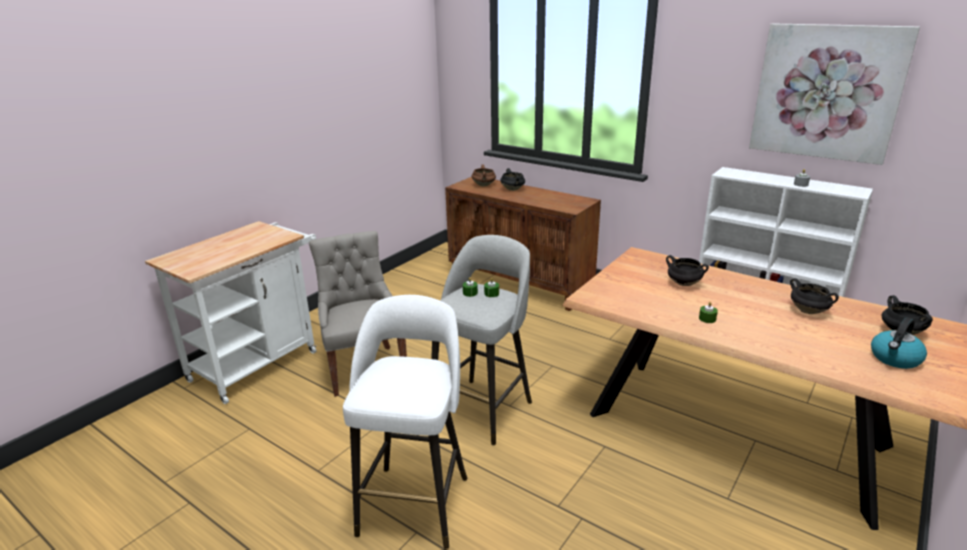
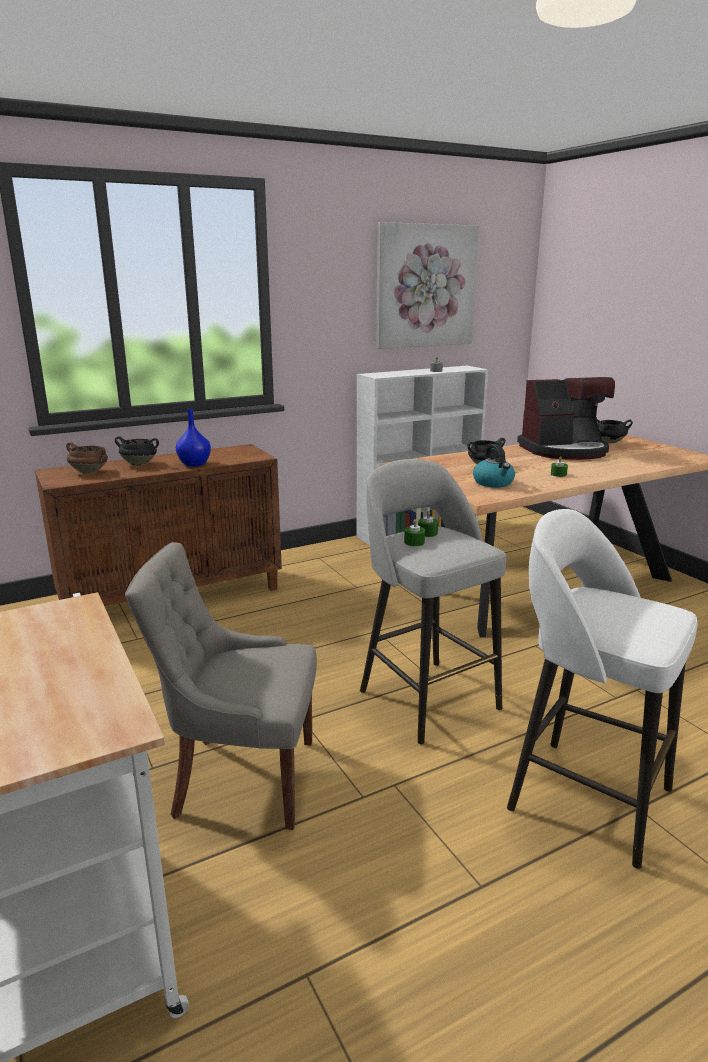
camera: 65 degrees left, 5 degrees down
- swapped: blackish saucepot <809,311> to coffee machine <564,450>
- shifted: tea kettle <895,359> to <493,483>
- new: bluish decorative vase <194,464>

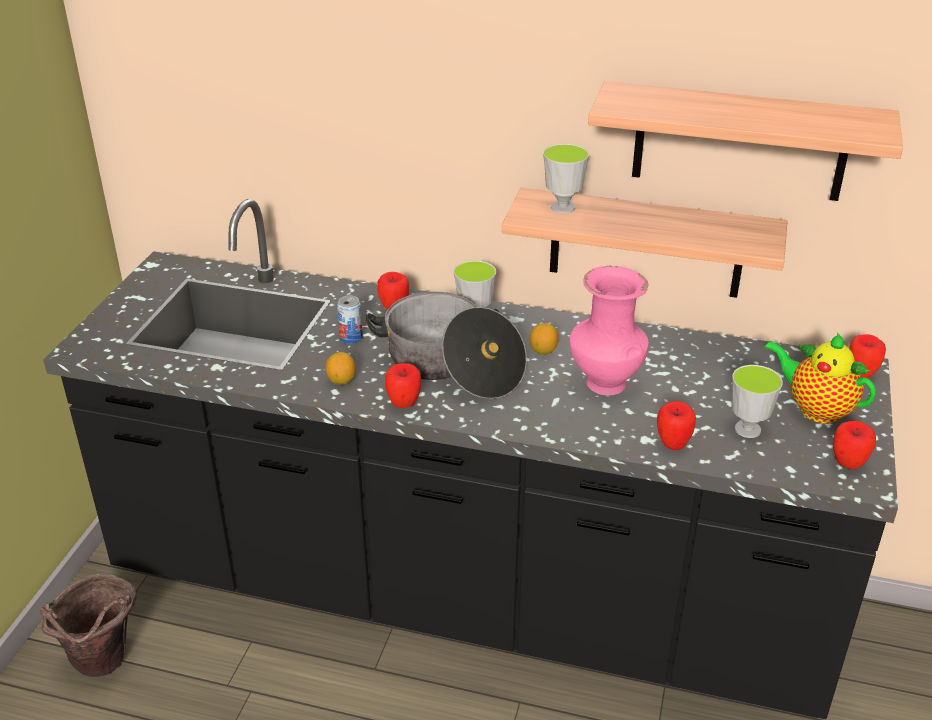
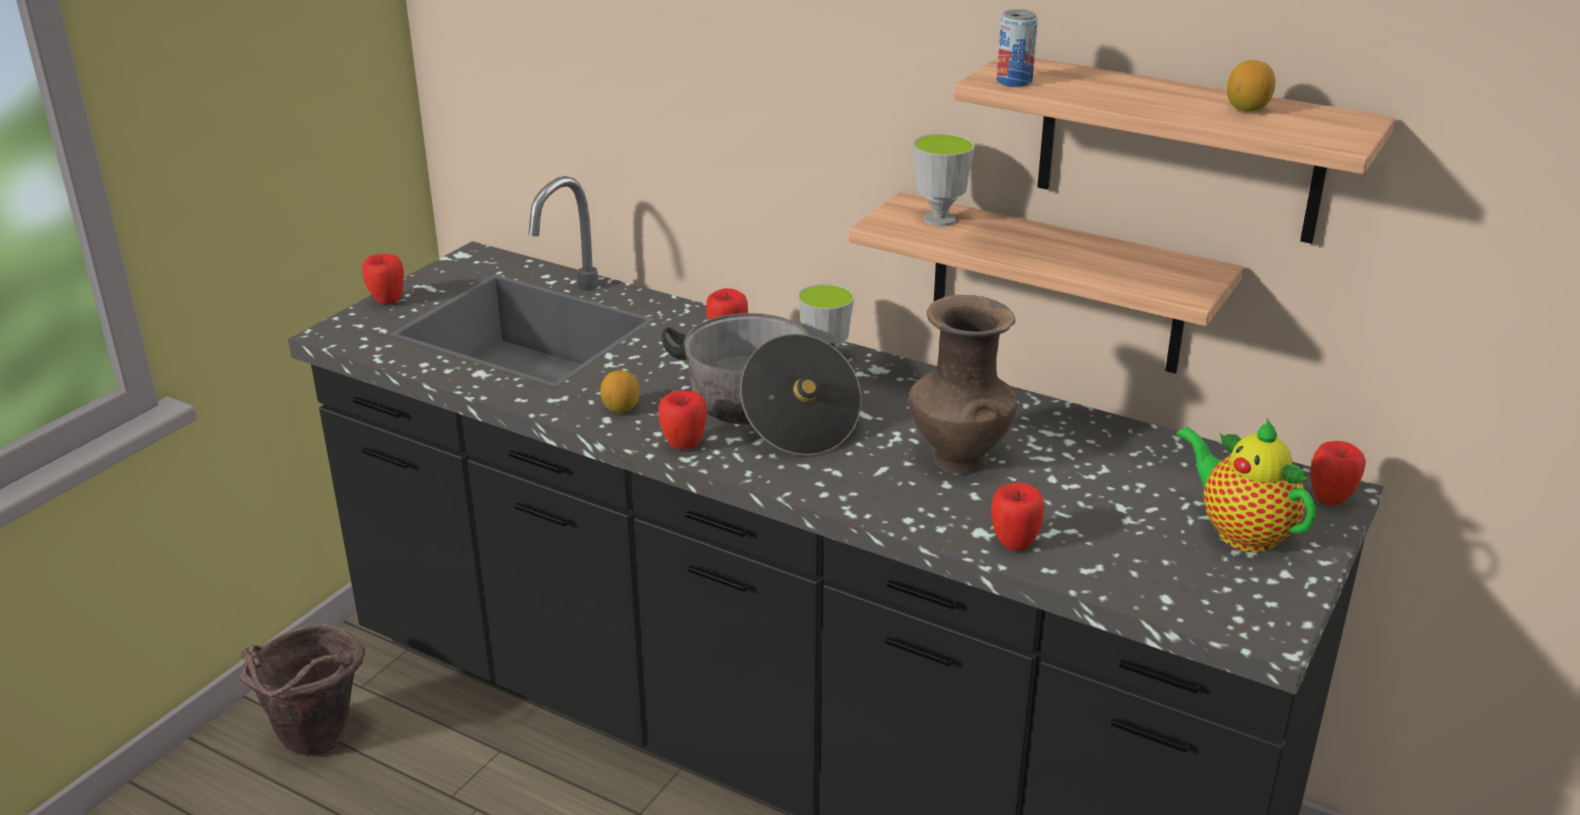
camera: 15 degrees right, 5 degrees down
- shifted: metal can <351,338> to <1014,81>
- shifted: whole lemon <543,351> to <1247,109>
- repainted: pink decorative vase <604,383> to brown-coloured decorative vase <957,458>
- gone: drinking cup <747,429>
- shifted: apple <848,464> to <387,301>

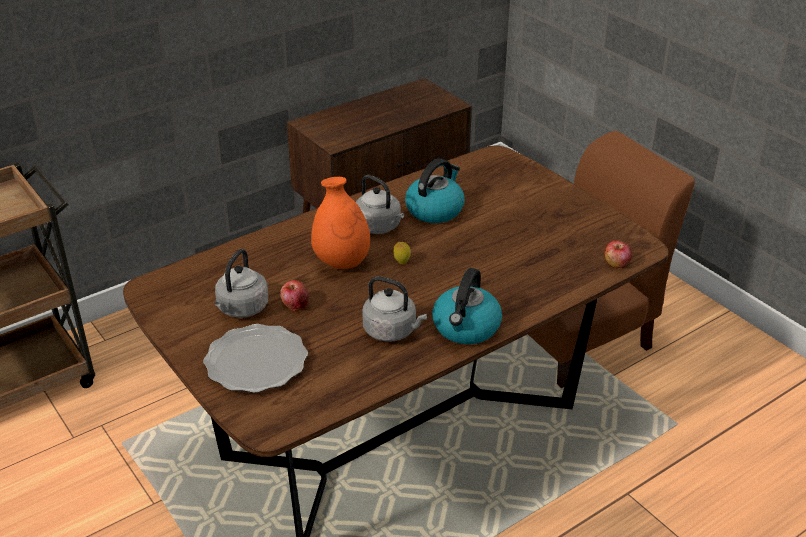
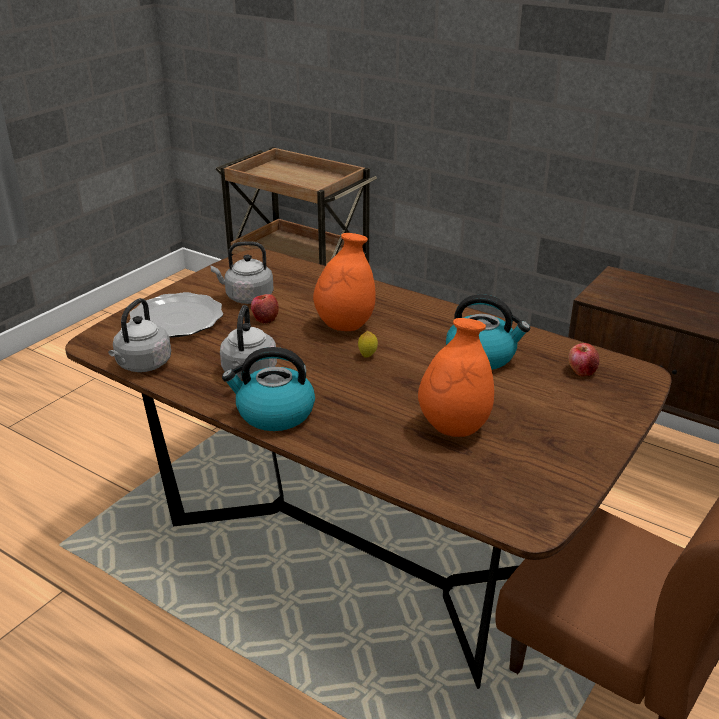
camera: 70 degrees right, 5 degrees down
- shifted: greyish tea kettle <379,227> to <142,365>
- shifted: apple <616,264> to <581,370>
- new: orange decorative vase <454,427>

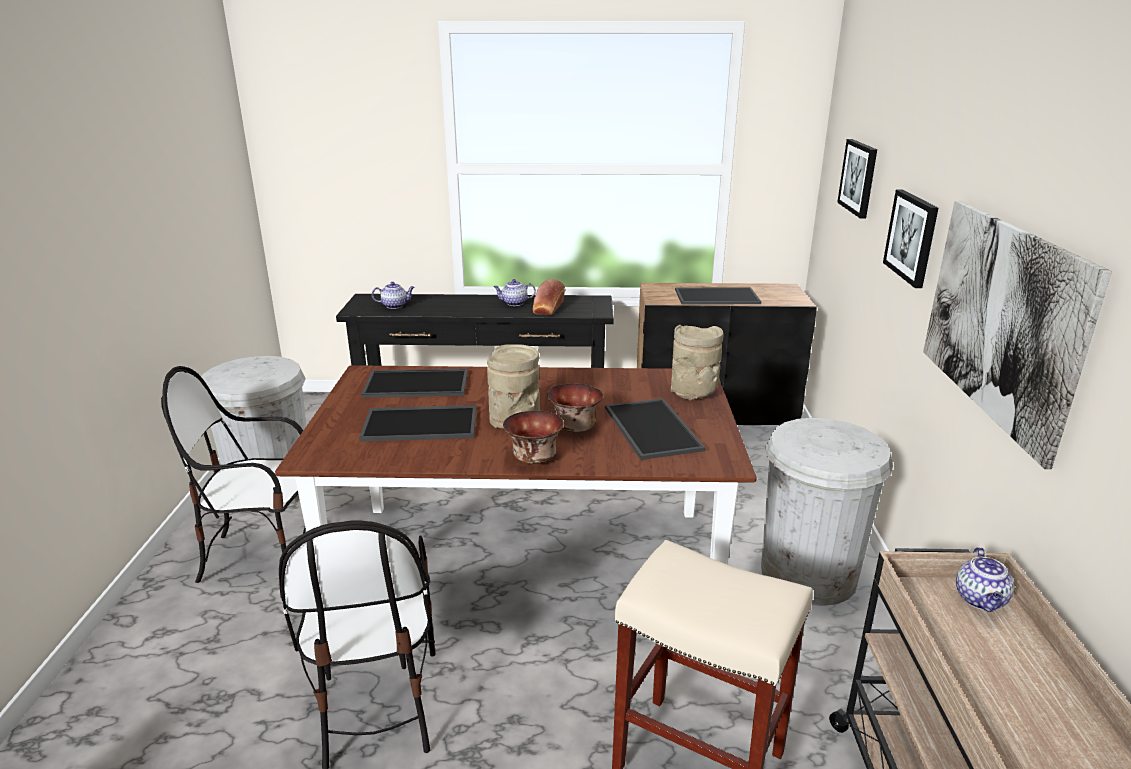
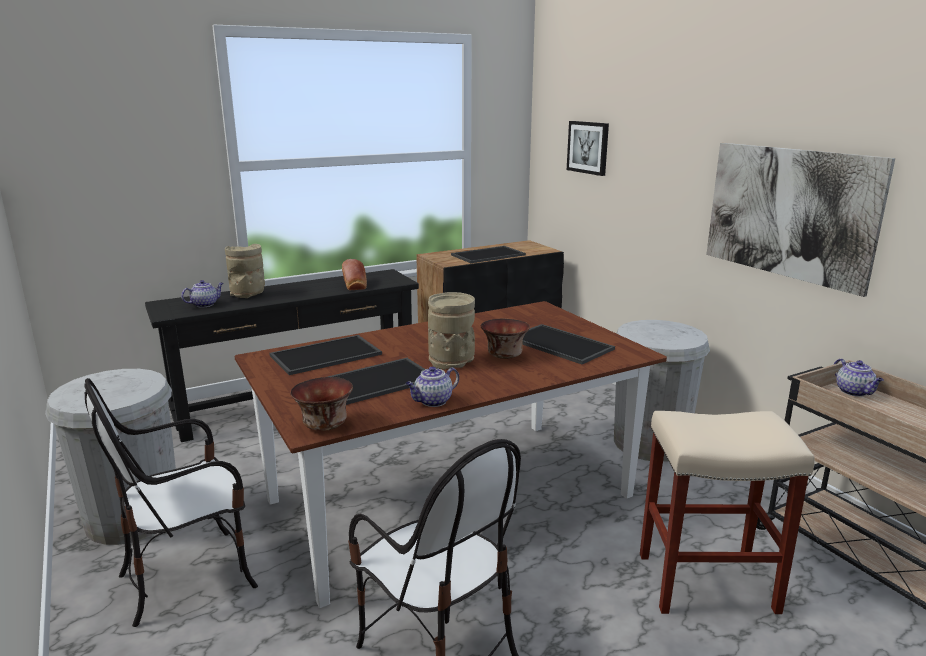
camera: 30 degrees left, 5 degrees down
- shifted: teapot <514,303> to <432,401>
- shifted: bowl <534,458> to <325,425>
- shifted: beige decorative vase <693,394> to <248,295>
- gone: wall art <912,237>

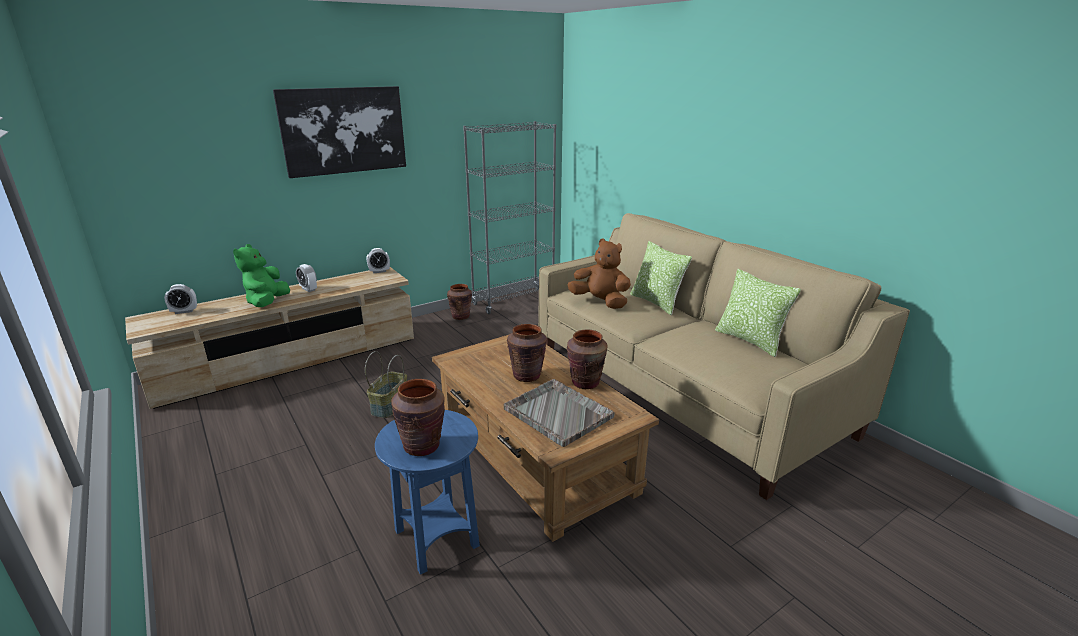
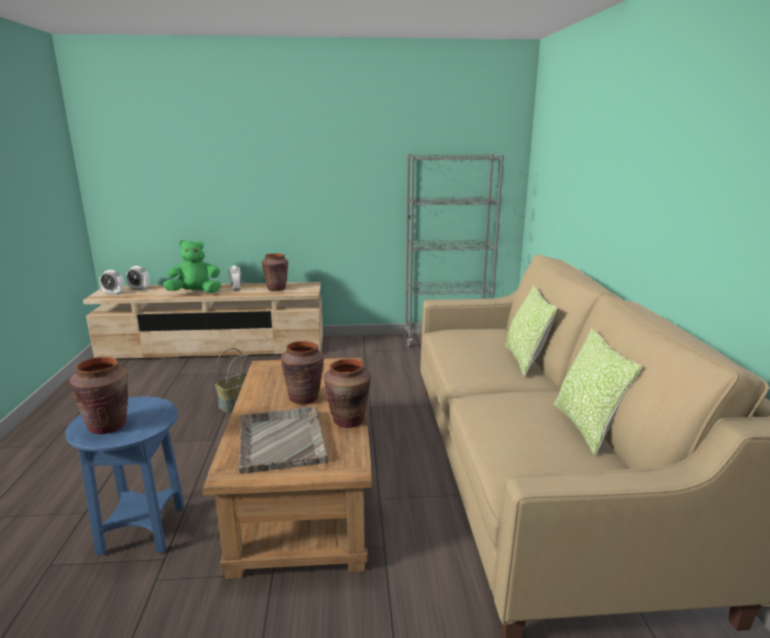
camera: 30 degrees right, 5 degrees down
- rotated: green soft toy <267,303> = <195,293> 45 degrees clockwise
- gone: wall art <344,130>
- shifted: table clock <379,271> to <113,293>
- shifted: brown-coloured decorative vase <460,316> to <276,289>
- gone: brown-coloured soft toy <600,302>

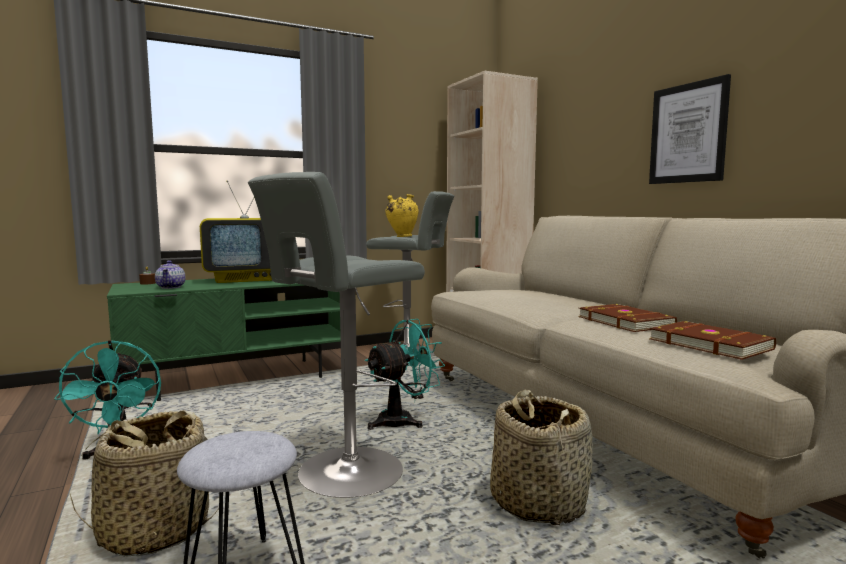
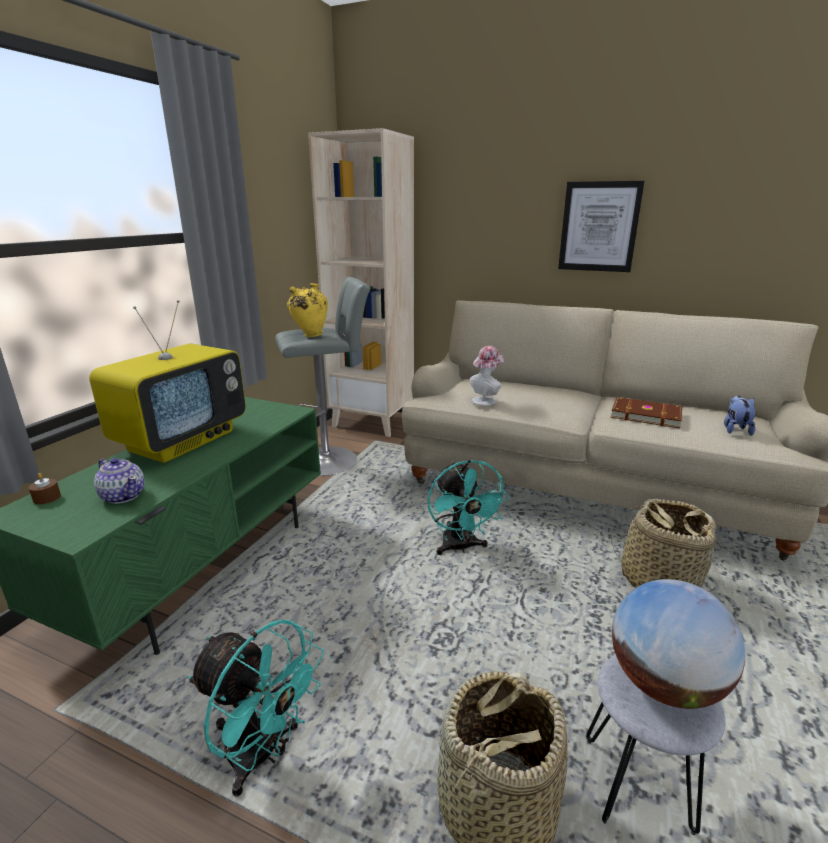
camera: 40 degrees left, 15 degrees up
- gone: greyish stool <344,474>
- rotated: turquoise-coloured fan <403,420> = <461,547> 150 degrees clockwise
- swapped: brown-coloured book <710,344> to soft toy <735,429>
- new: hat <486,400>
- new: world globe <664,684>

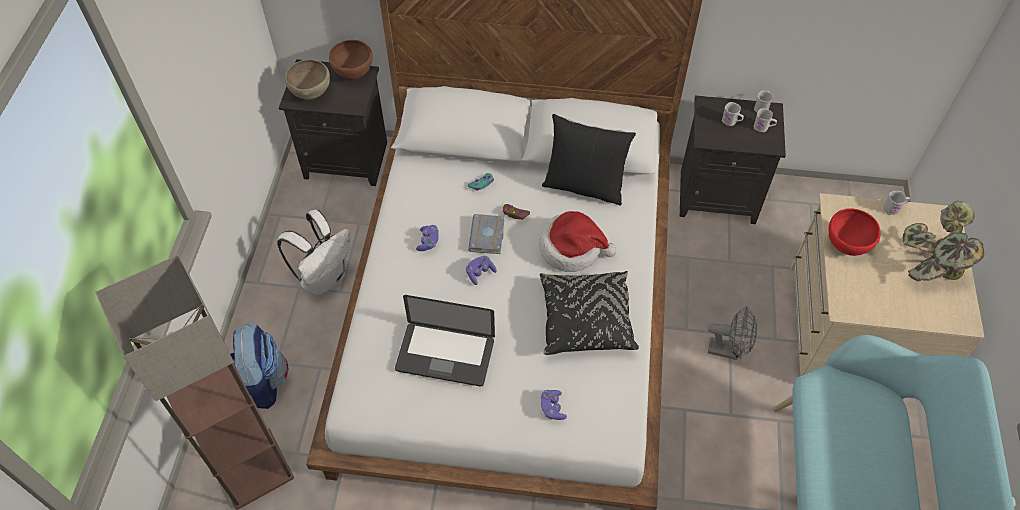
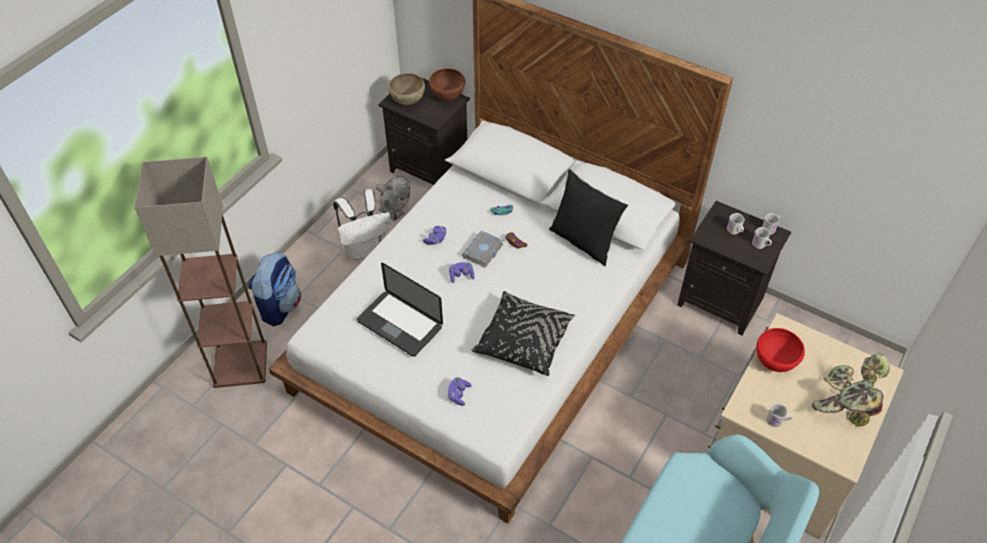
camera: 25 degrees right, 5 degrees down
- gone: hat <572,248>
- shifted: greyish fan <728,350> to <394,214>
- shifted: white-coloured coffee mug <893,208> to <777,421>

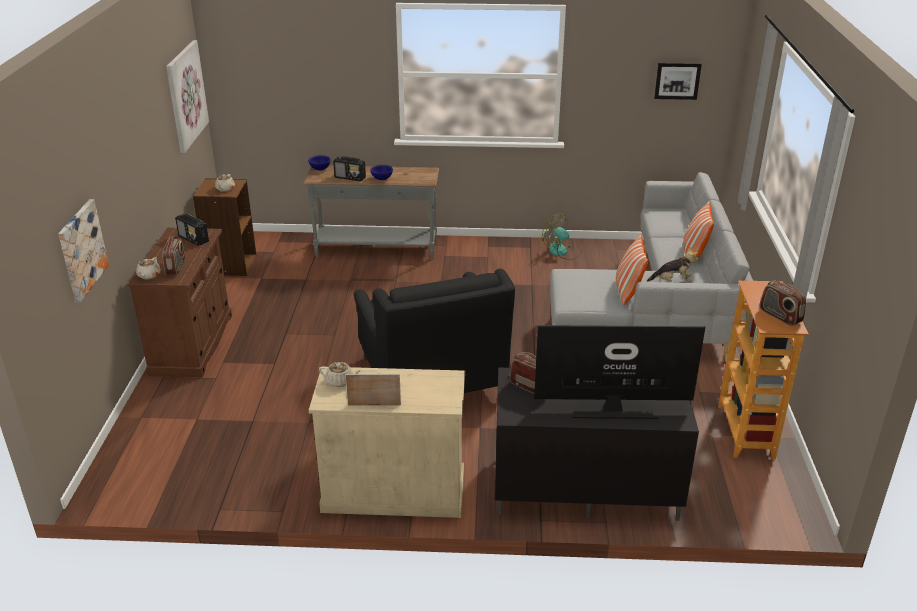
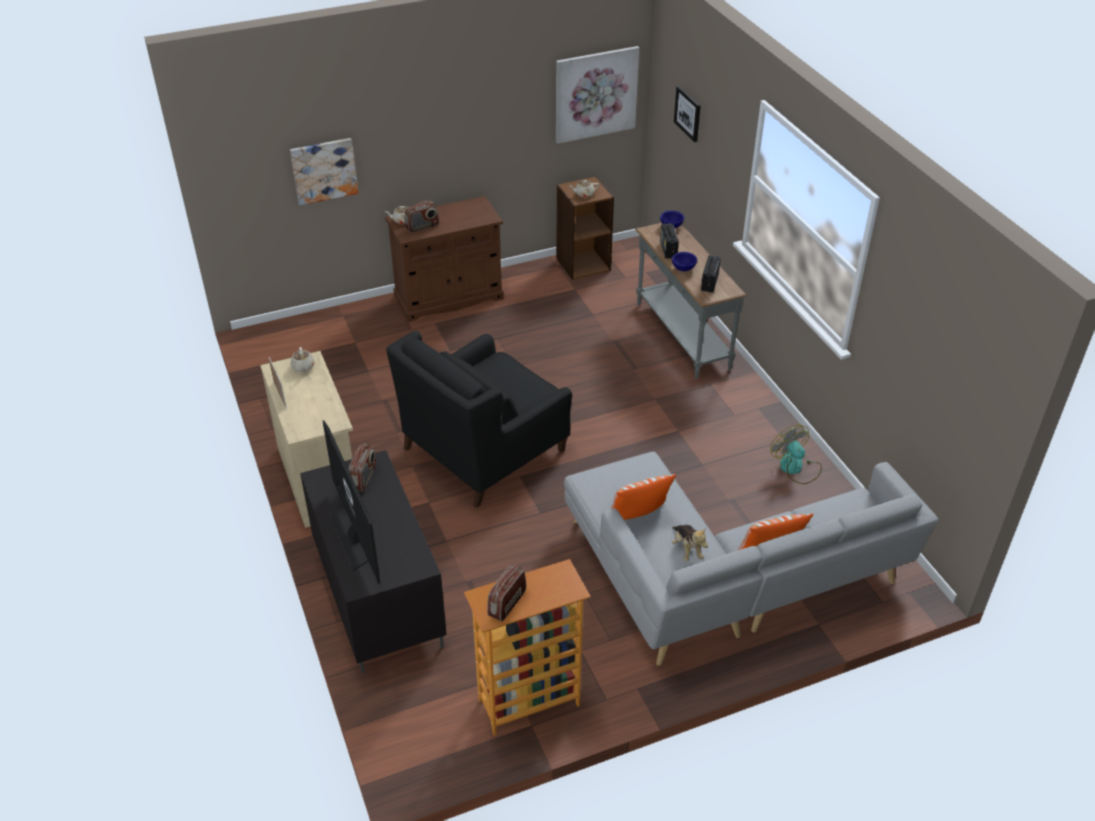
camera: 65 degrees right, 10 degrees up
- shifted: radio <193,239> to <709,283>
- rotated: fan <562,252> = <795,468> 45 degrees counterclockwise
- shifted: wall art <677,80> to <688,113>

